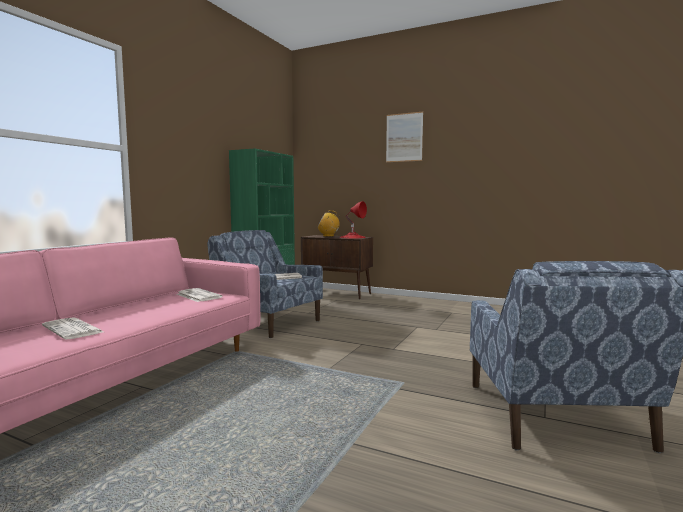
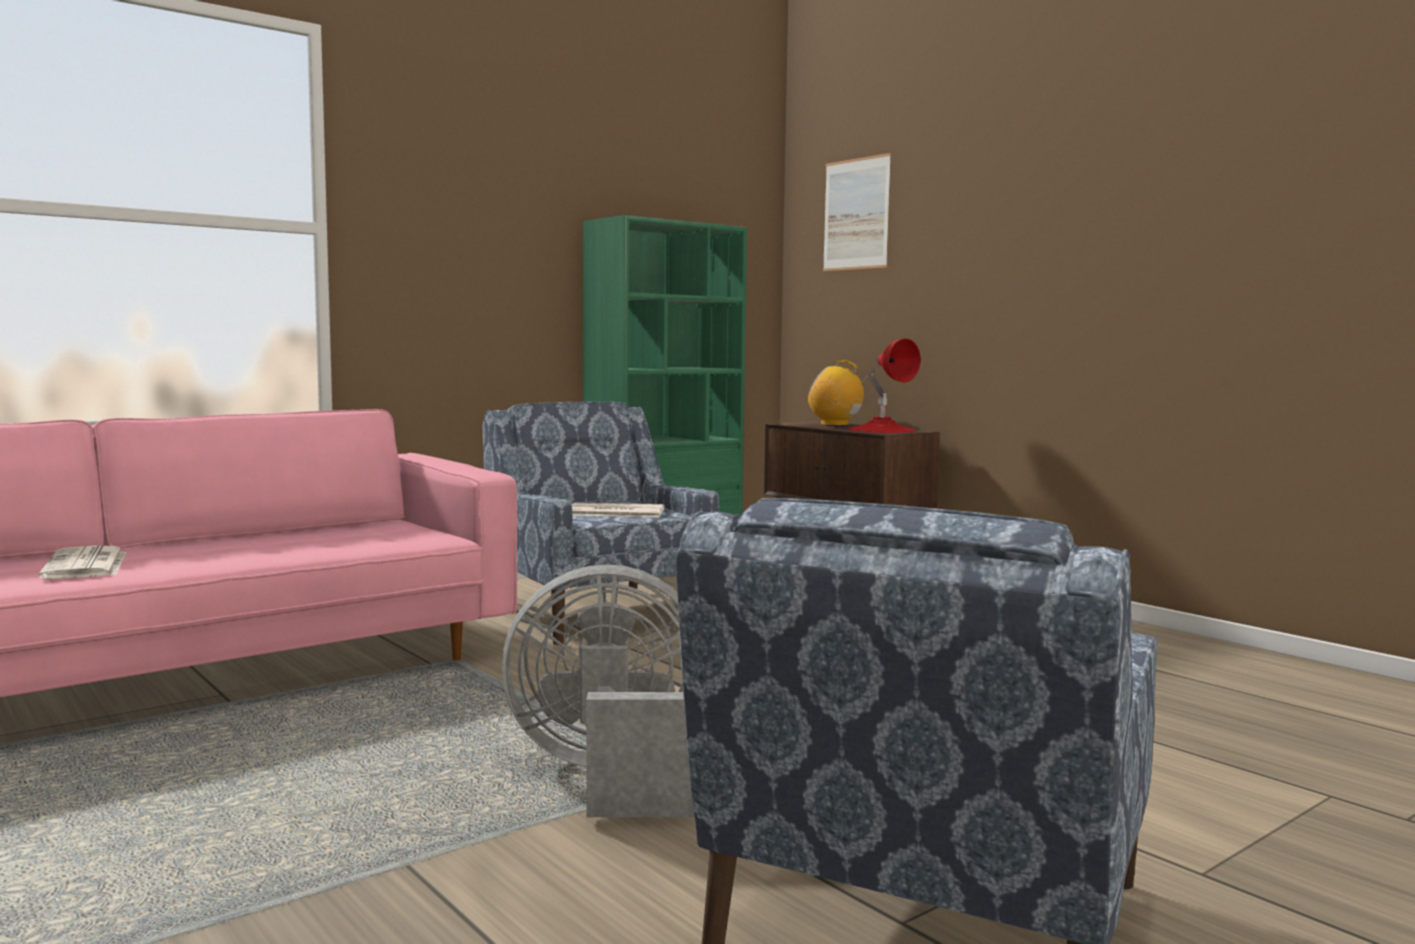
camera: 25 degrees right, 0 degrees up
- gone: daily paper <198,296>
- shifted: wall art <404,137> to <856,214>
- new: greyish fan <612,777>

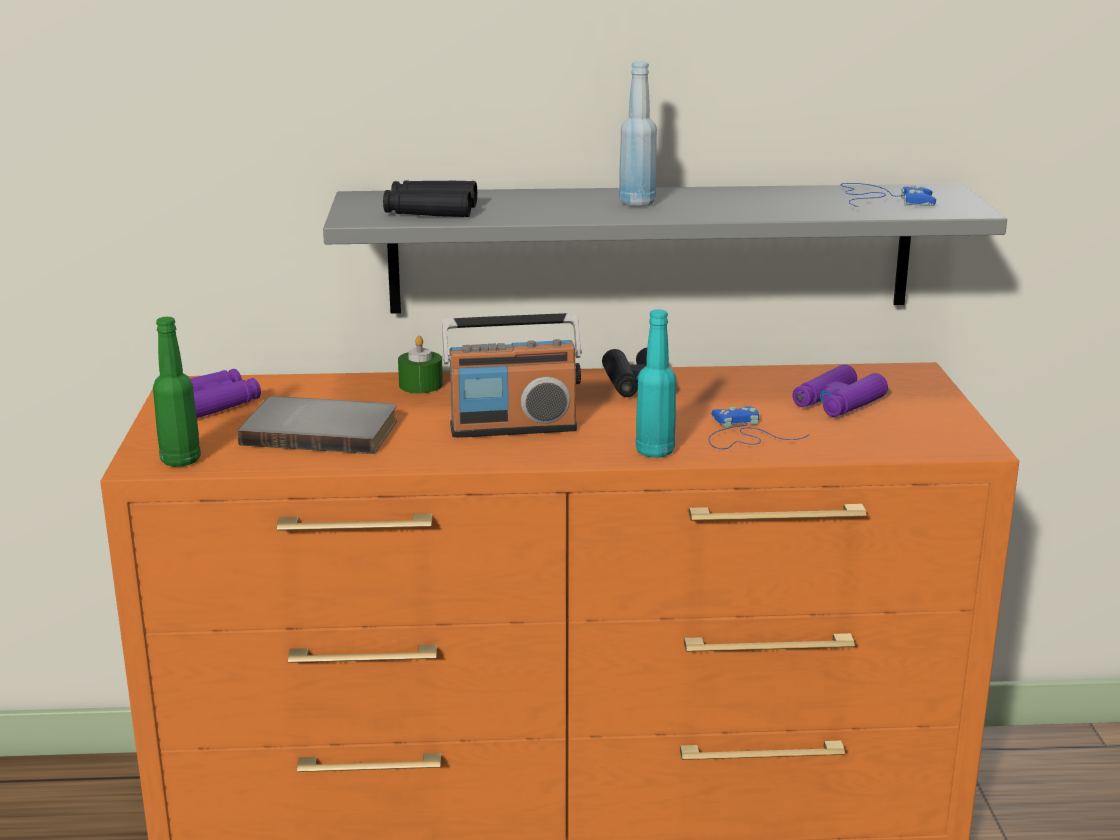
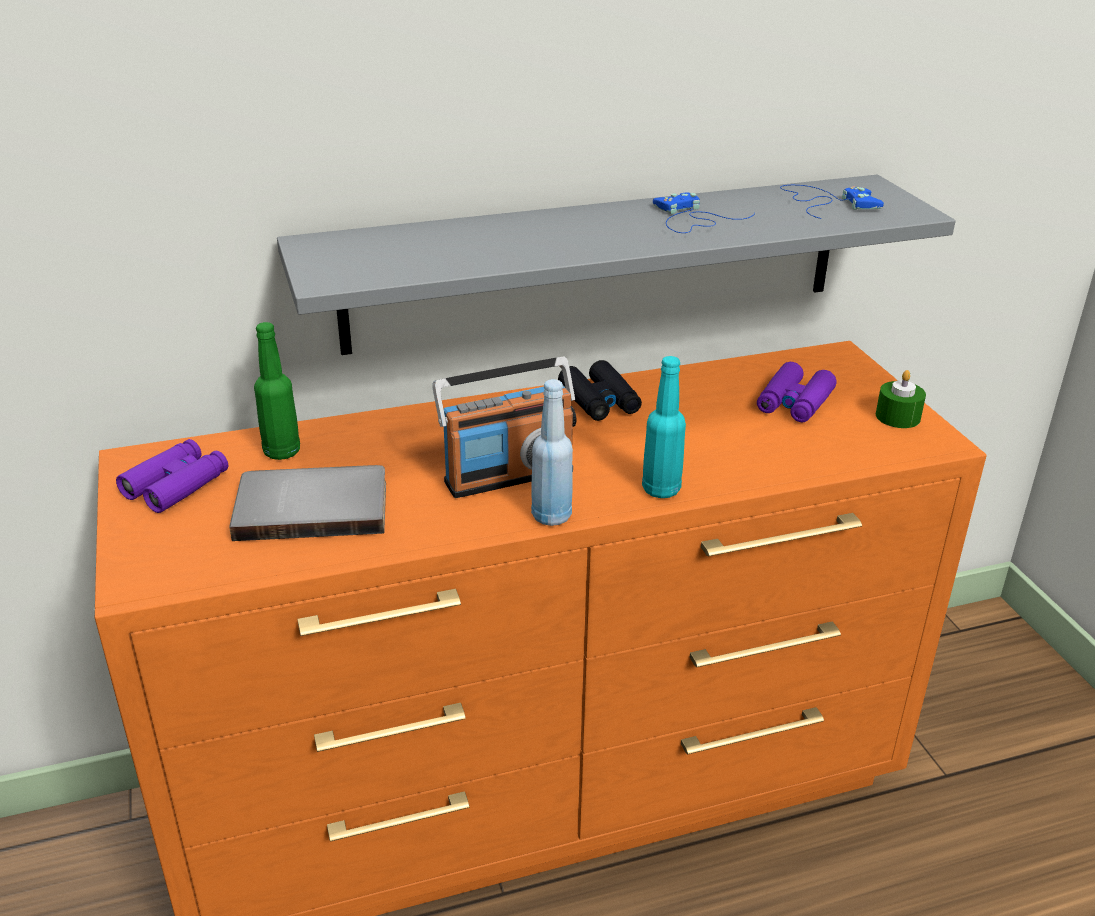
camera: 15 degrees left, 10 degrees up
- shifted: green beverage bottle <181,460> to <282,451>
- gone: blackish pair of binoculars <430,210>
- shifted: green wax candle <421,385> to <897,417>
- shifted: bluish beverage bottle <637,203> to <551,516>
- shifted: bluish joypad <742,435> to <691,220>

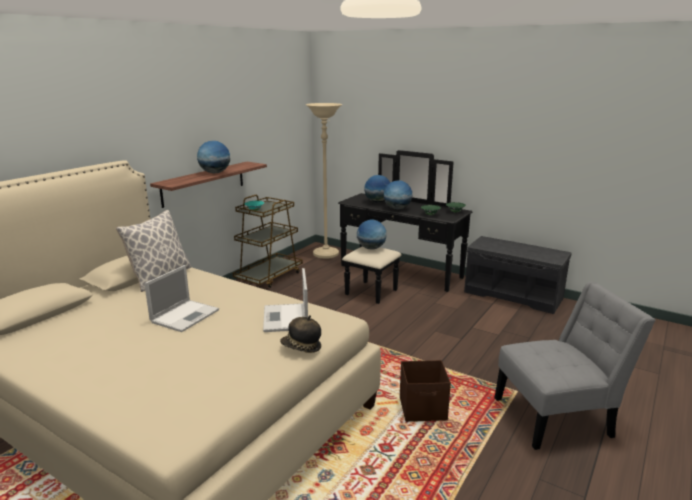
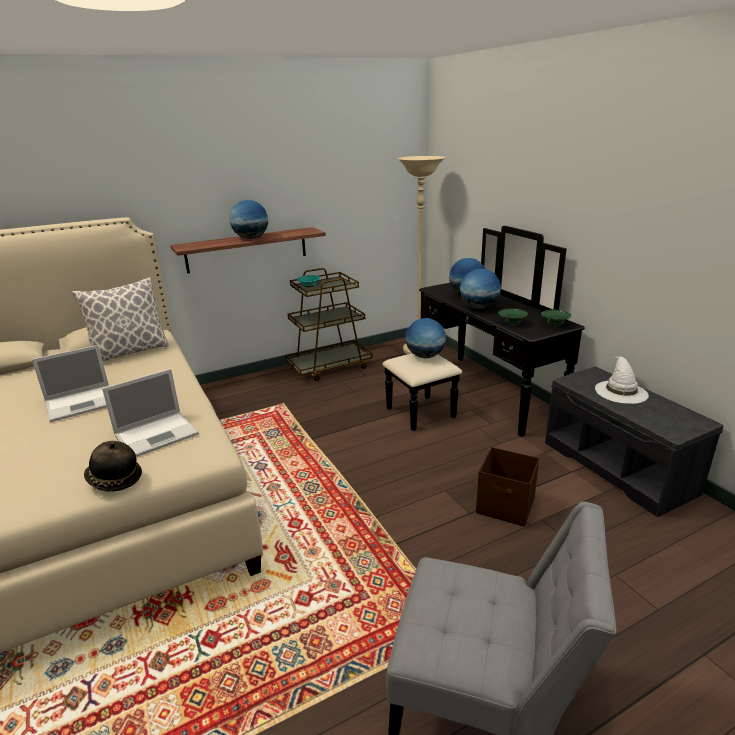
camera: 30 degrees right, 5 degrees up
- rotated: notebook computer <286,318> = <158,434> 150 degrees counterclockwise
- shifted: brown-coloured storage container <423,409> to <506,506>
- new: white-coloured hat <620,391>

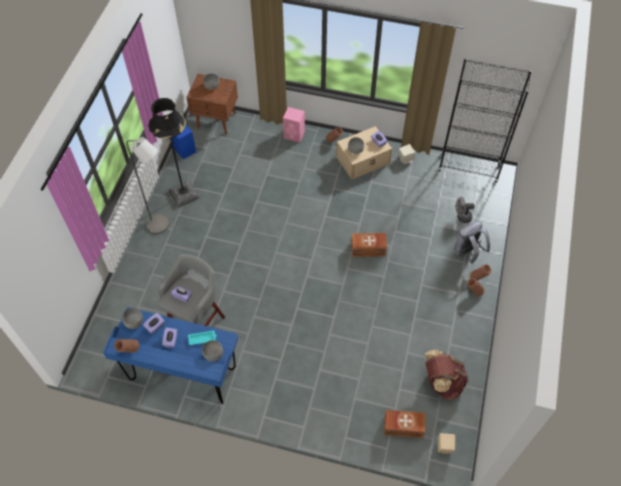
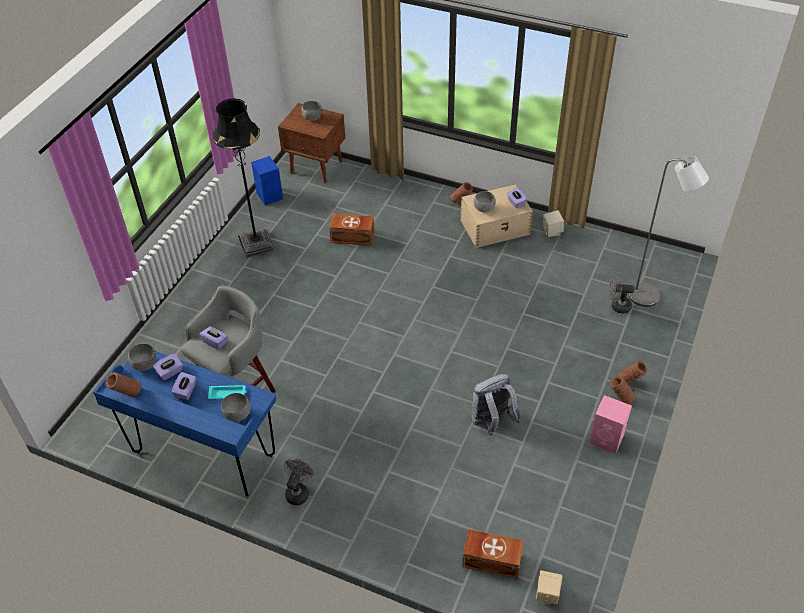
camera: 10 degrees right, 10 degrees down
- shifted: greyish standard lamp <162,226> to <649,298>
- shifted: pink audio speaker <294,135> to <607,439>
- shifted: brown-coloured storage container <368,249> to <353,237>
- gone: brown-coloured backpack <442,382>
- gone: blackish bookshelf <469,168>
- shifted: greyish backpack <467,253> to <492,422>
- new: greyish fan <298,491>

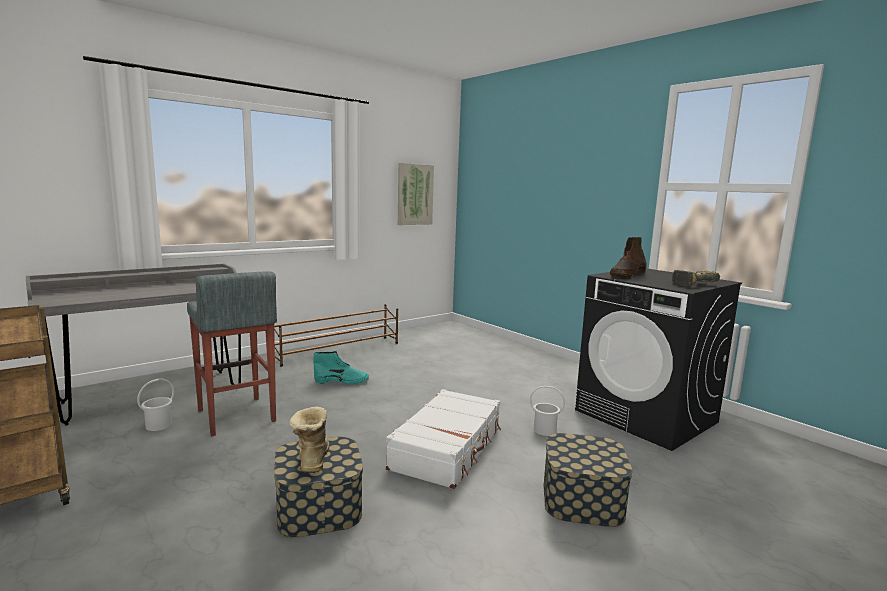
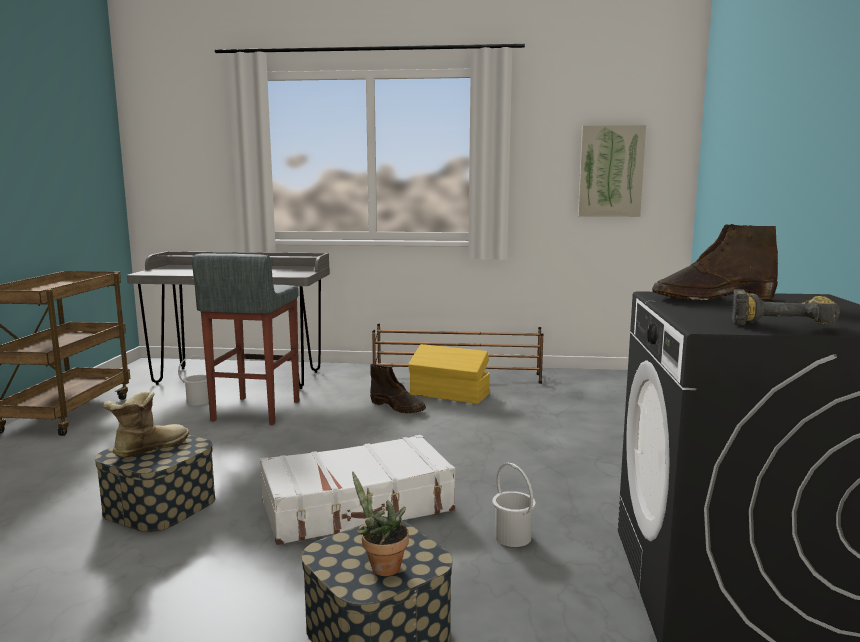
camera: 45 degrees right, 0 degrees up
- repainted: turquoise-coloured tall boot <342,381> to brown-coloured tall boot <398,407>
- new: houseplant <381,567>
- new: yellowish storage container <449,394>

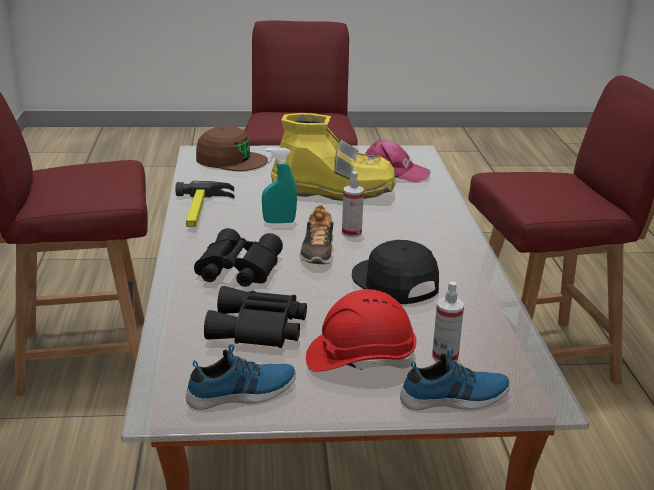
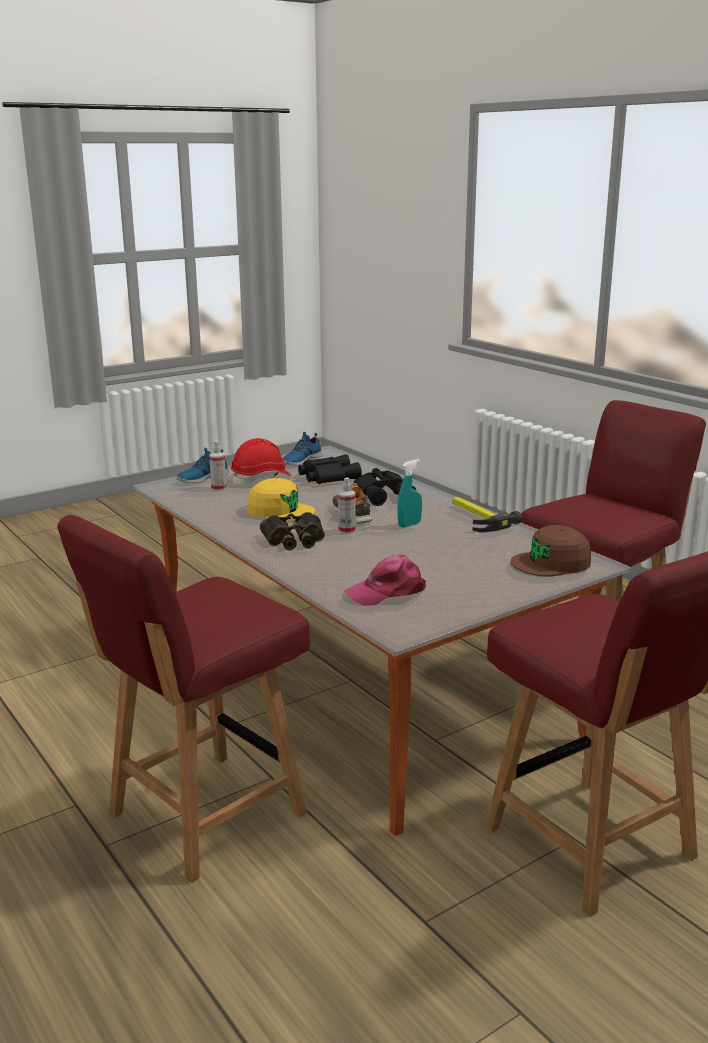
camera: 150 degrees right, 5 degrees down
- gone: yellowish tall boot <334,190>
- repainted: blackish peaked cap <394,282> to yellowish peaked cap <280,510>
- new: pair of binoculars <294,539>

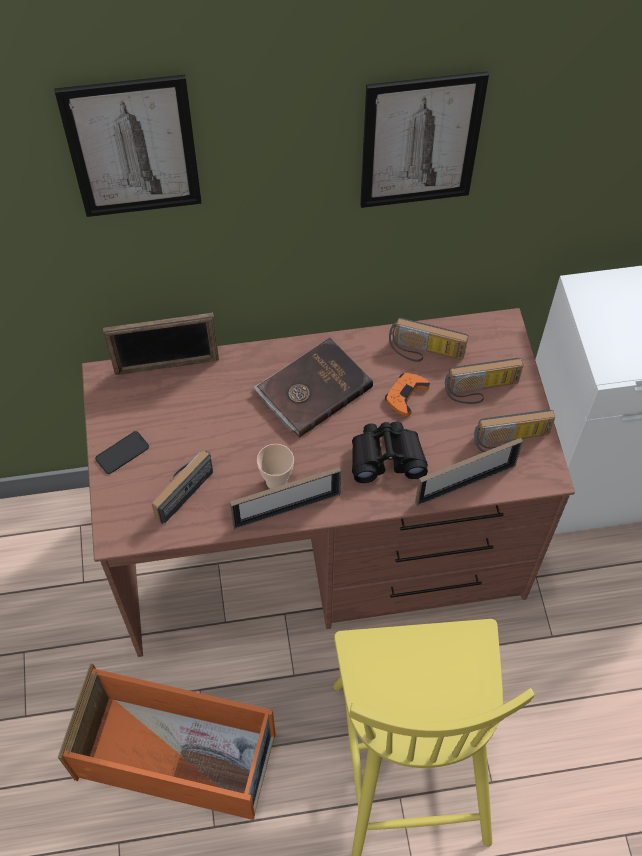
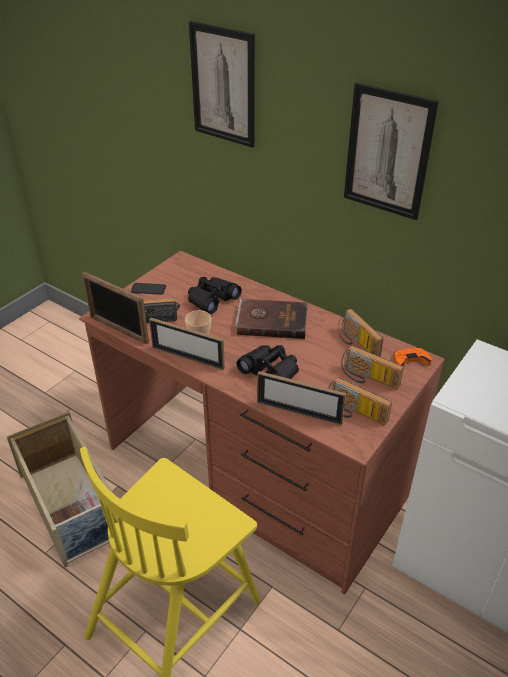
camera: 45 degrees right, 20 degrees down
- repainted: orange storage container <178,755> to beige storage container <72,505>
- shifted: photo frame <167,366> to <118,330>
- shifted: orange joypad <406,395> to <410,360>
- new: blackish pair of binoculars <212,299>

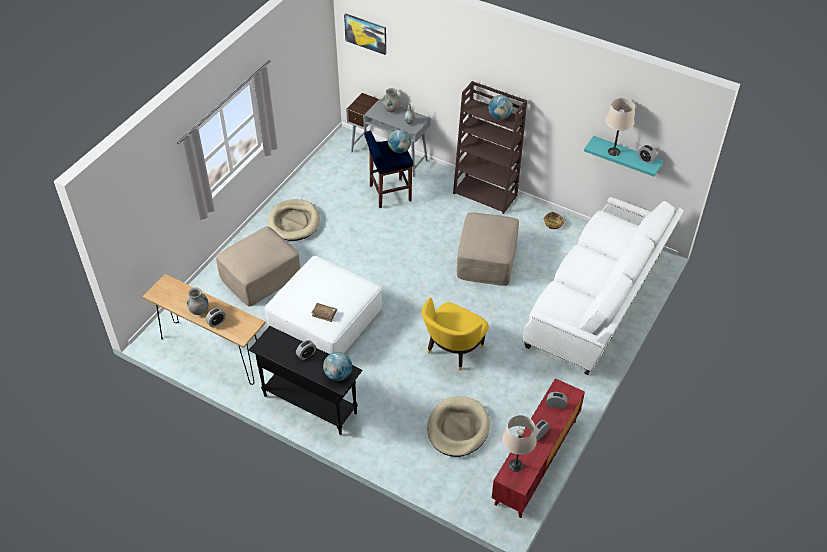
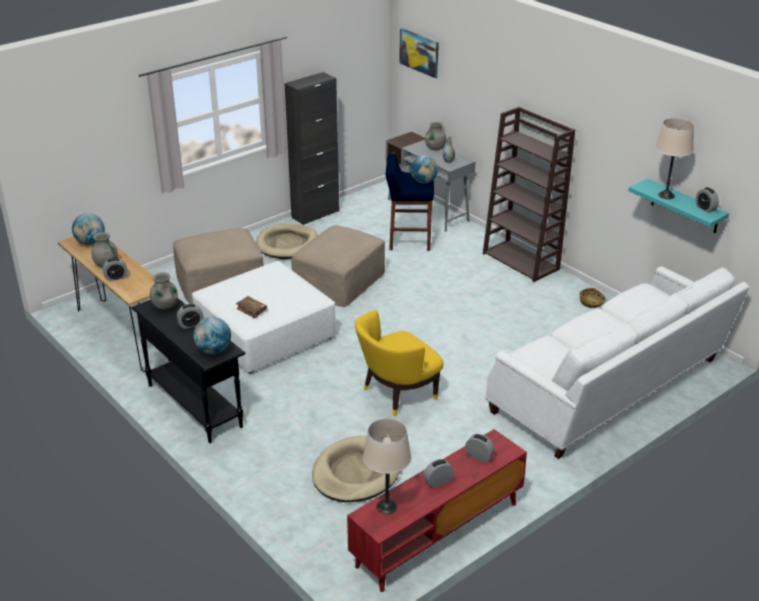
camera: 20 degrees right, 15 degrees down
- shifted: beige footrest <487,259> to <339,281>
- shifted: world globe <499,116> to <90,242>
- new: greyish decorative vase <165,306>
- new: blackish cabinet <315,214>

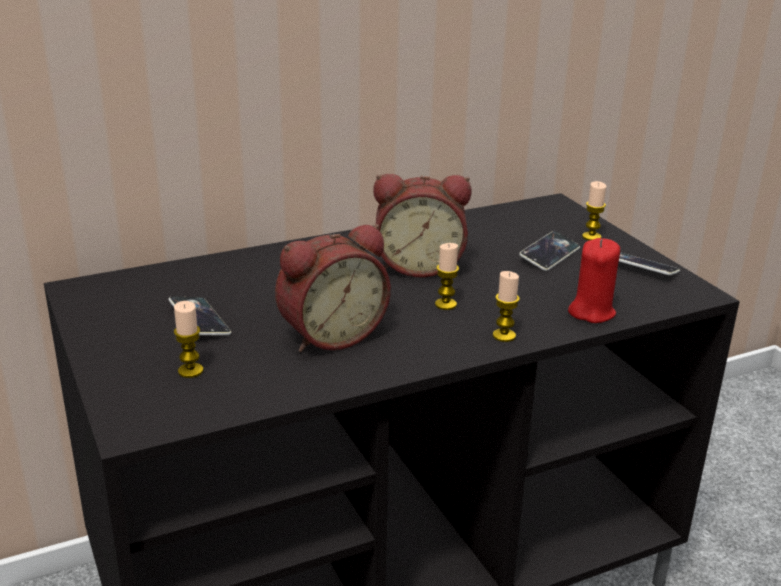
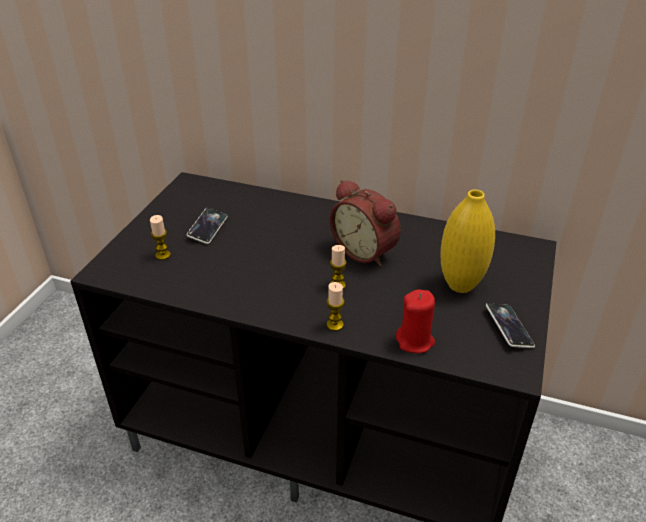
camera: 45 degrees right, 10 degrees up
- gone: table clock <330,335>
- swapped: handset <549,255> to yellowish decorative vase <460,285>
- gone: wax candle <591,237>

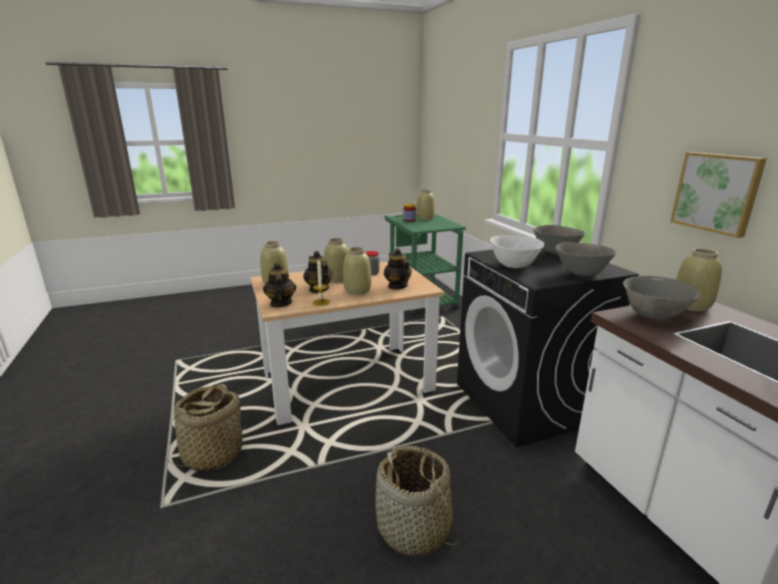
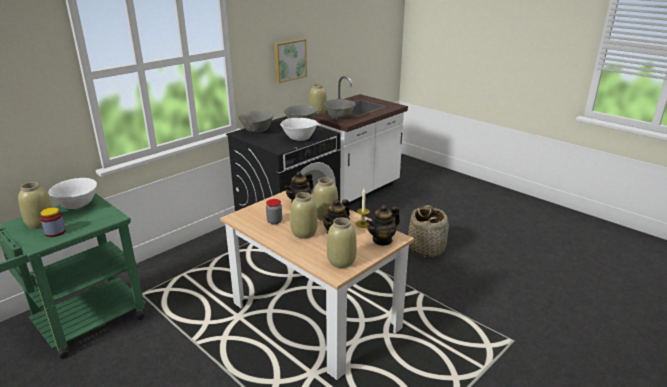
camera: 115 degrees left, 5 degrees up
- gone: storage basket <212,454>
- new: white-coloured bowl <77,206>

